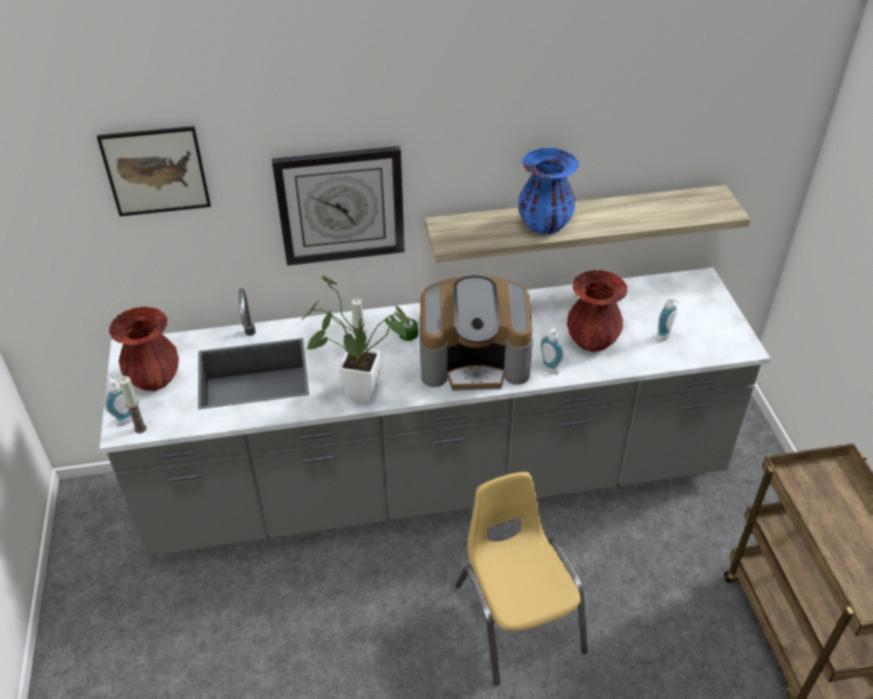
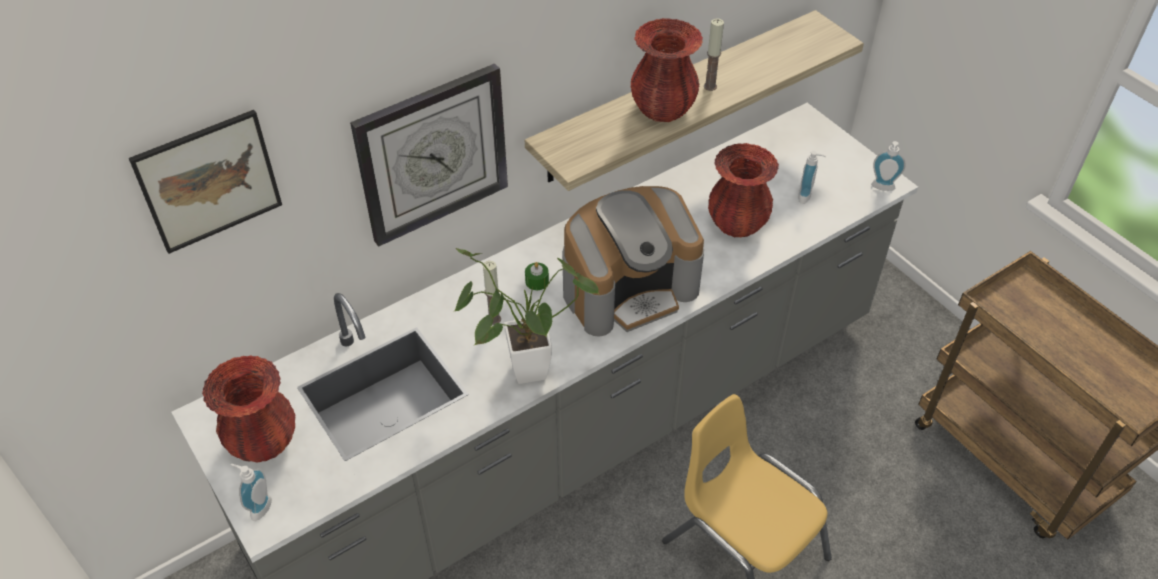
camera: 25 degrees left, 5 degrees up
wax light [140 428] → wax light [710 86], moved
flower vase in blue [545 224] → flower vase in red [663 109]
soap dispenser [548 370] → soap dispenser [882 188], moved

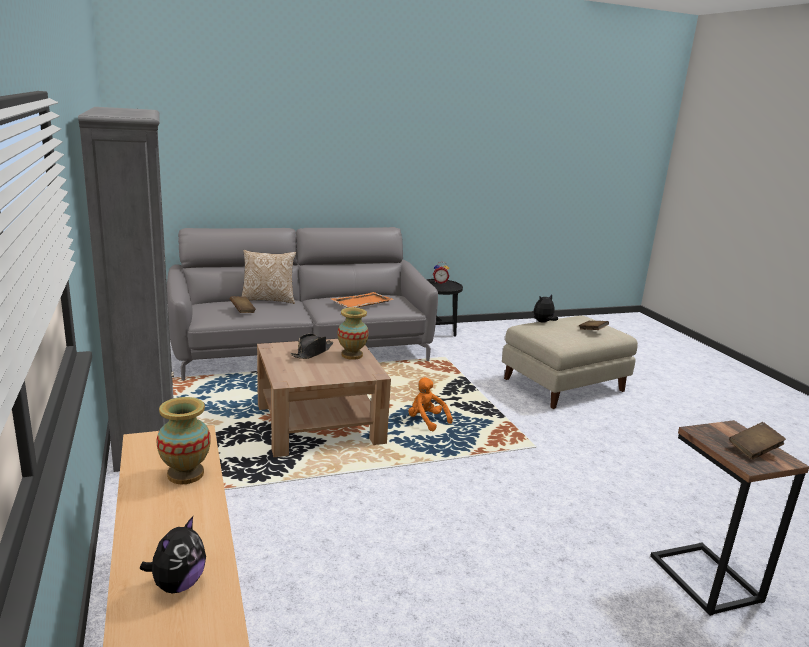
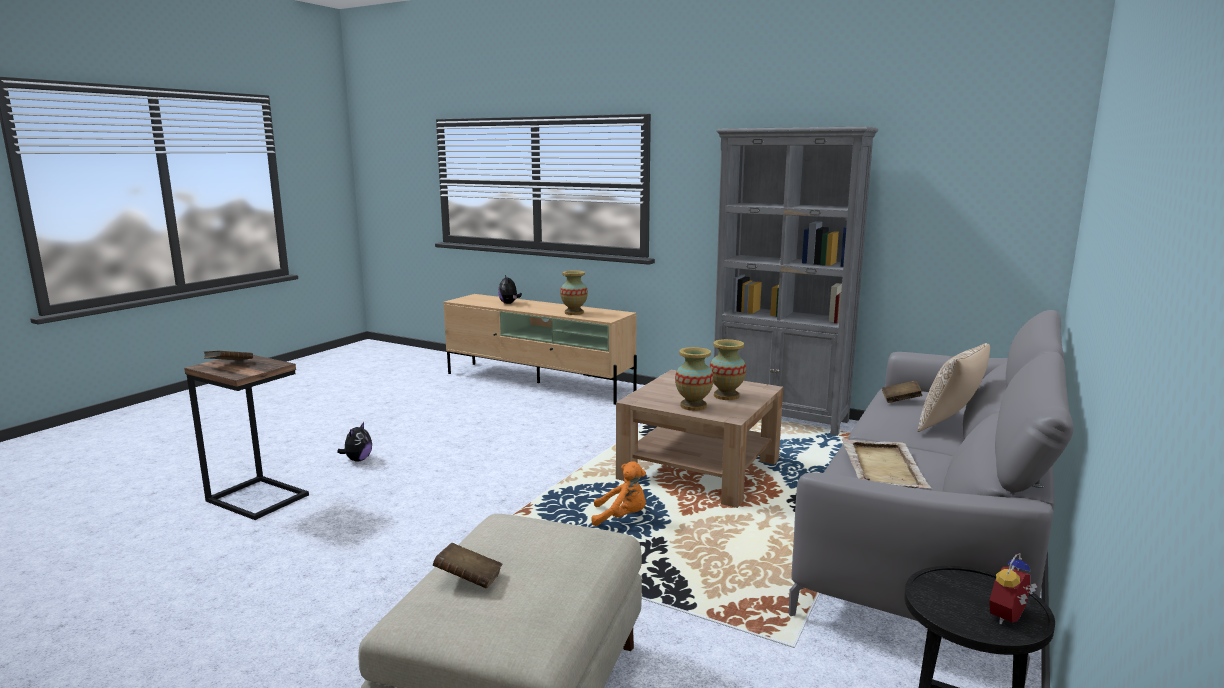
camera: 140 degrees right, 5 degrees down
wearable hat in black [312 352] → flower vase [726 396]
carrying tray in orangey [361 302] → carrying tray in beige [882 466]
cuddly toy [543 322] → cuddly toy [358 460], moved

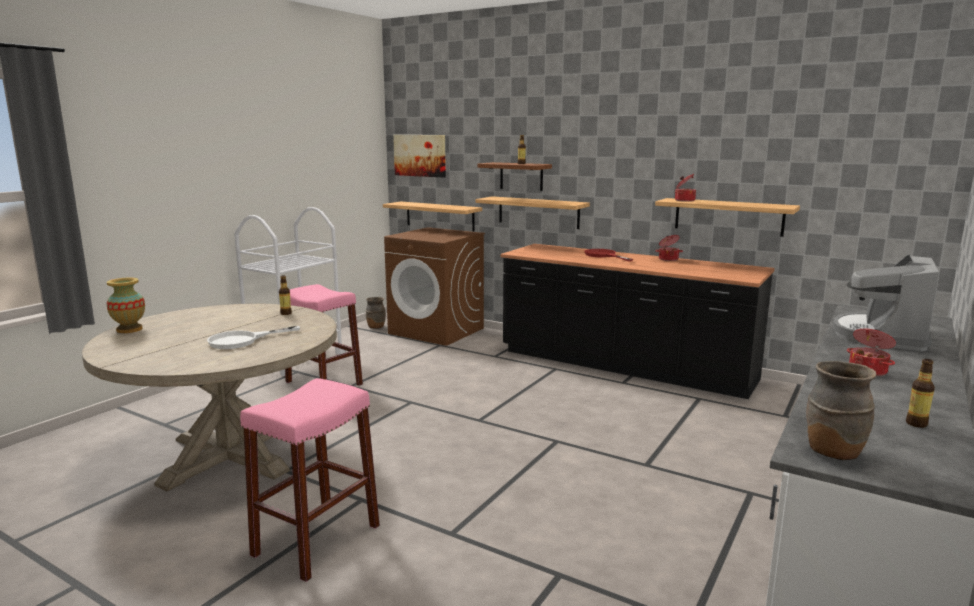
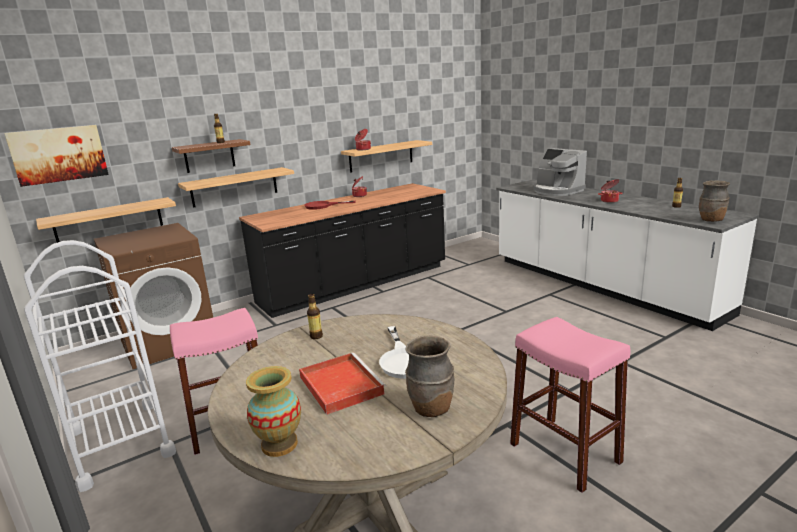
camera: 65 degrees left, 5 degrees up
flower vase in brown-coloured [376 327] → flower vase in brown-coloured [431 409], moved
- → carrying tray in red [340 385]

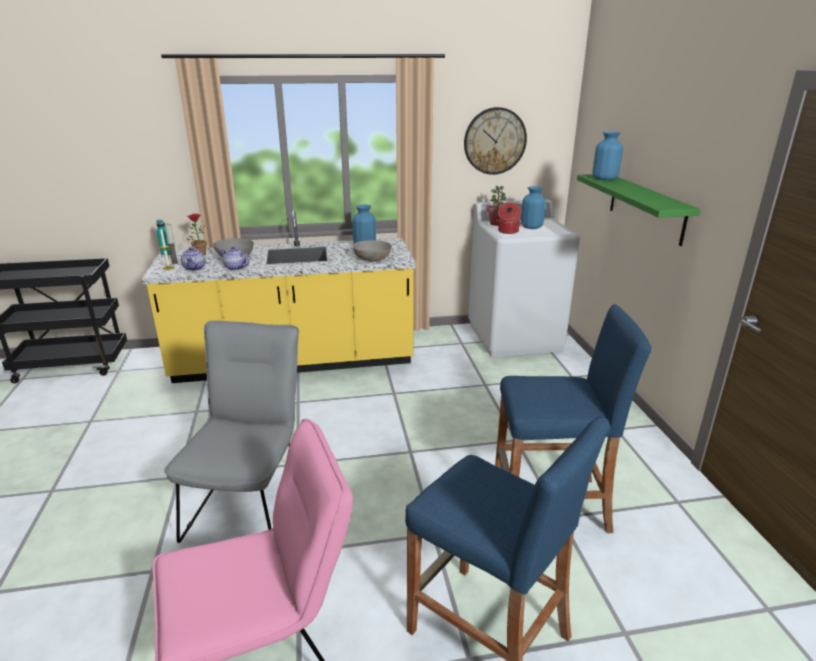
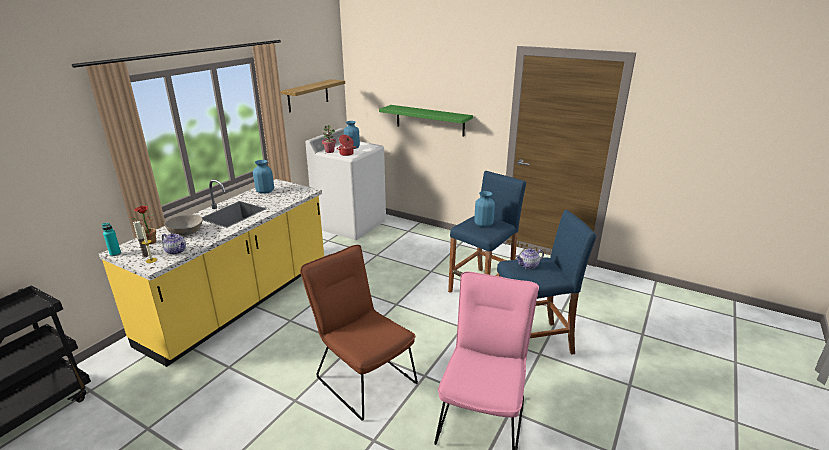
camera: 50 degrees left, 0 degrees up
plain chair in gray [252 501] → plain chair in brown-coloured [362 376]
pot for tea [235 268] → pot for tea [528 266], moved
deep dish in gray [372 258] → -
hanging clock [495 141] → shelf [308 95]
flower vase in blue [604 178] → flower vase in blue [483 224], moved

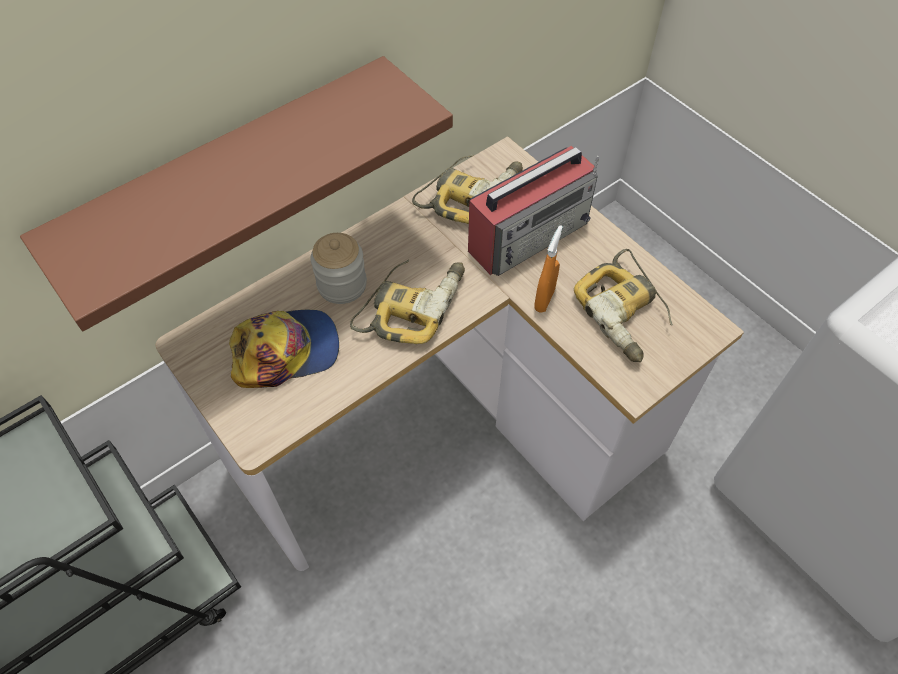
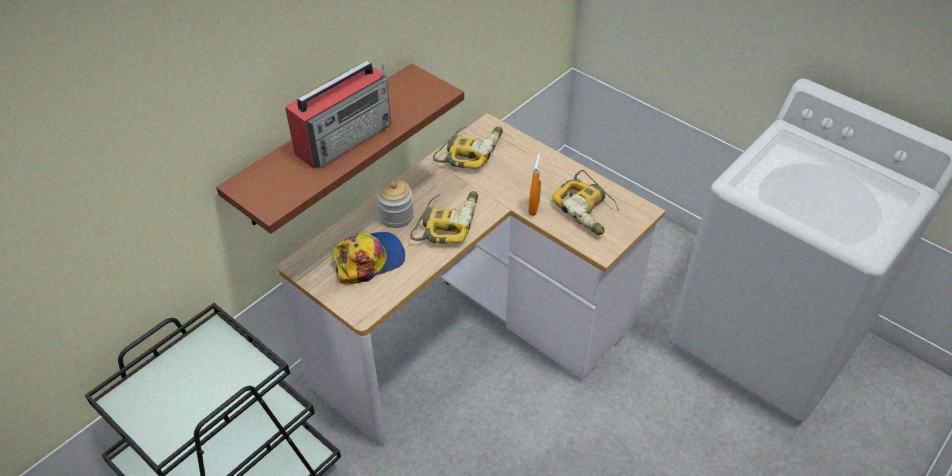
camera: 10 degrees left, 10 degrees down
radio set [530 235] → radio set [345 137], moved

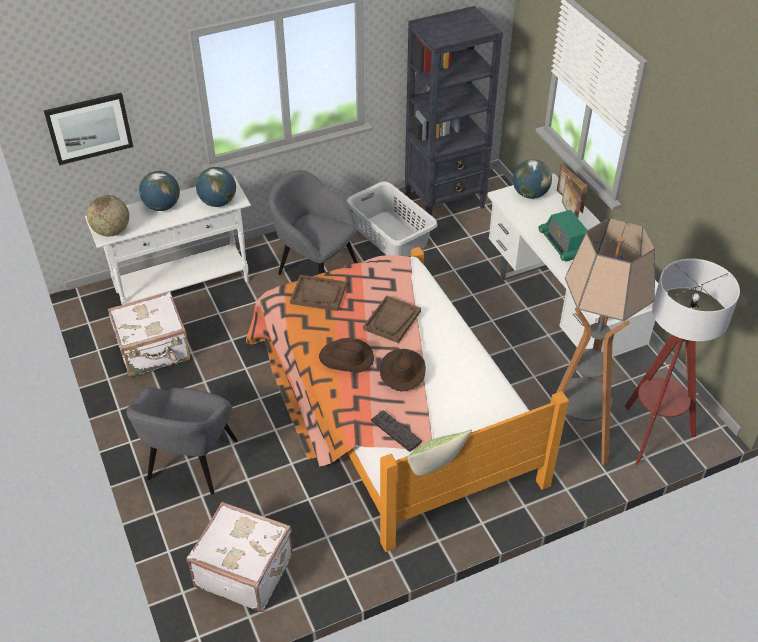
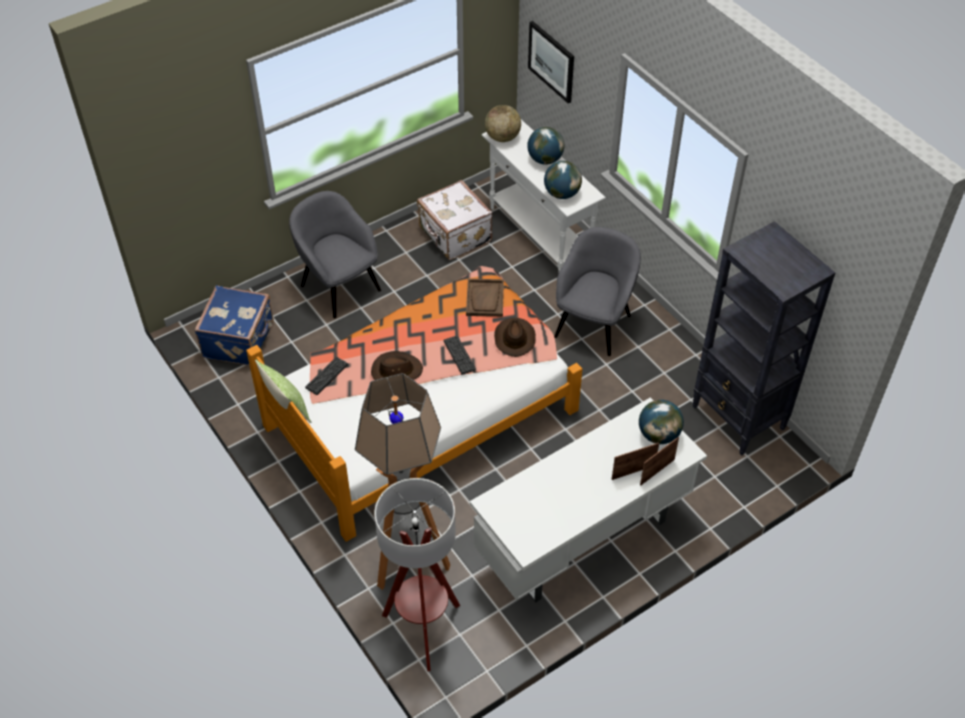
camera: 80 degrees right, 5 degrees up
easy chair in gray [192 461] → easy chair in gray [339 286], 45 degrees clockwise
piece of luggage in whitish [244 570] → piece of luggage in blue [240 340]
wearable hat in brown-coloured [347 359] → wearable hat in brown-coloured [514 338], moved
laundry basket in gray [390 236] → -
carrying tray in brown-coloured [392 320] → computer keyboard [459 355]
radio set [563 244] → -

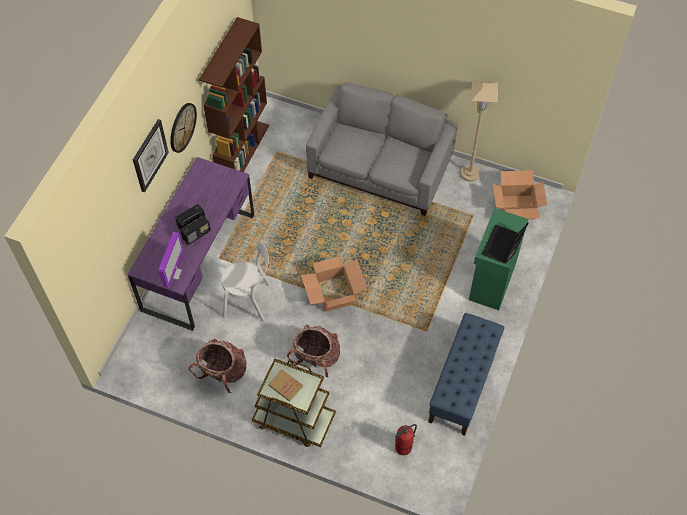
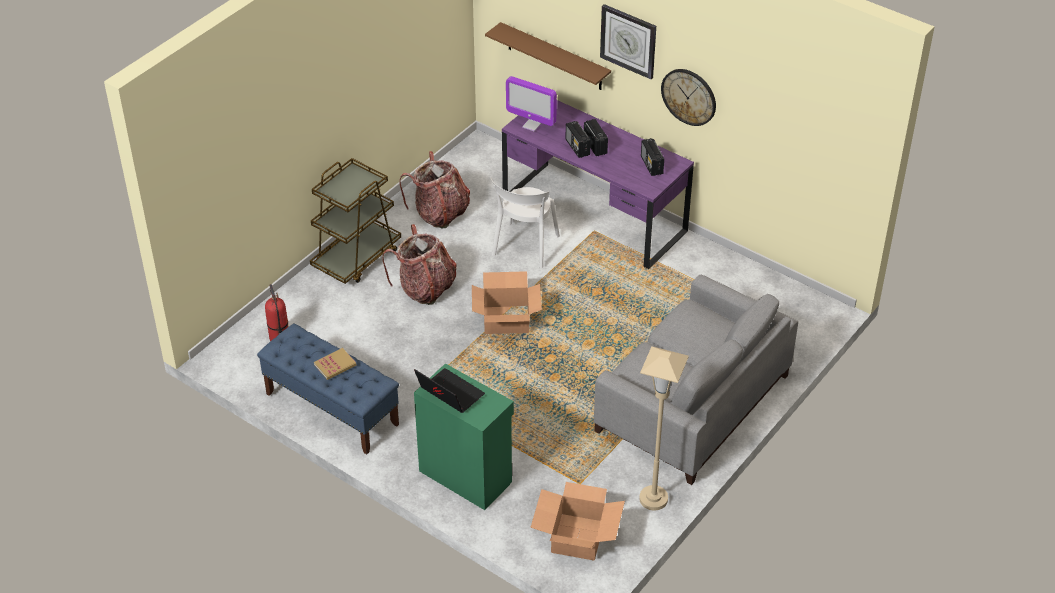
camera: 105 degrees right, 15 degrees down
bookshelf in brown-coloured [242 150] → -
volume [285 386] → volume [335 365], moved
- → shelf in brown-coloured [554 57]
- → radio set [651 165]

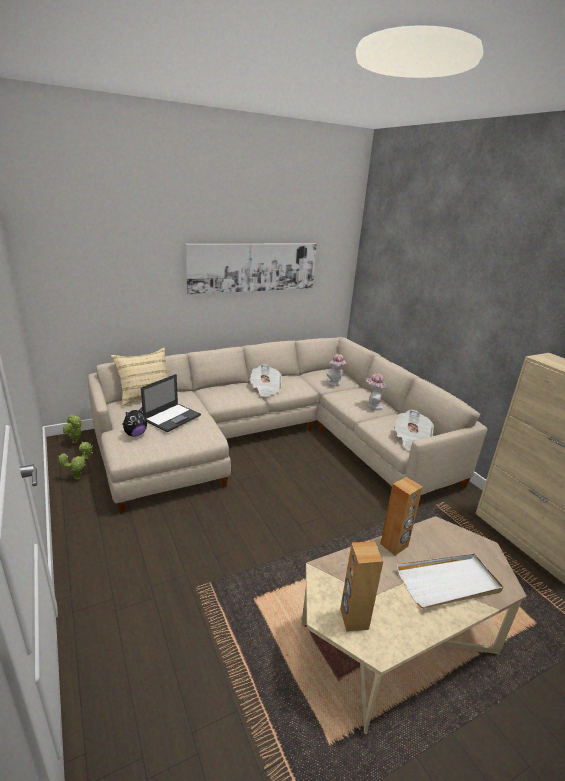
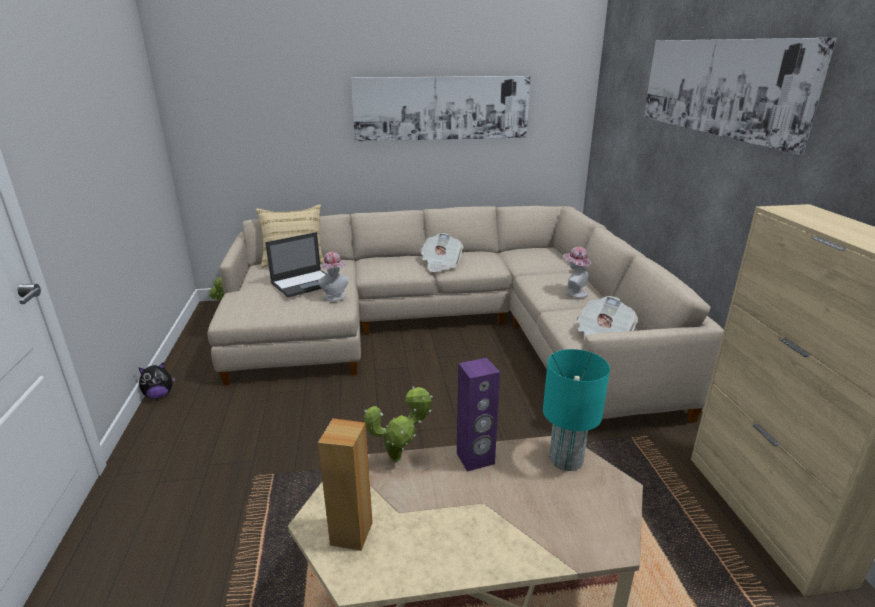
camera: 20 degrees right, 0 degrees up
potted plant [79 477] → potted plant [400 458], moved
cuddly toy [135 434] → cuddly toy [159 395], moved
wearable hat [335 383] → wearable hat [335 297], moved
speaker in brown-coloured [394 545] → speaker in purple-coloured [475 459]
carrying tray in whitish [448 582] → -
- → tabletop lamp in blue-green [565 459]
- → wall art [719 87]

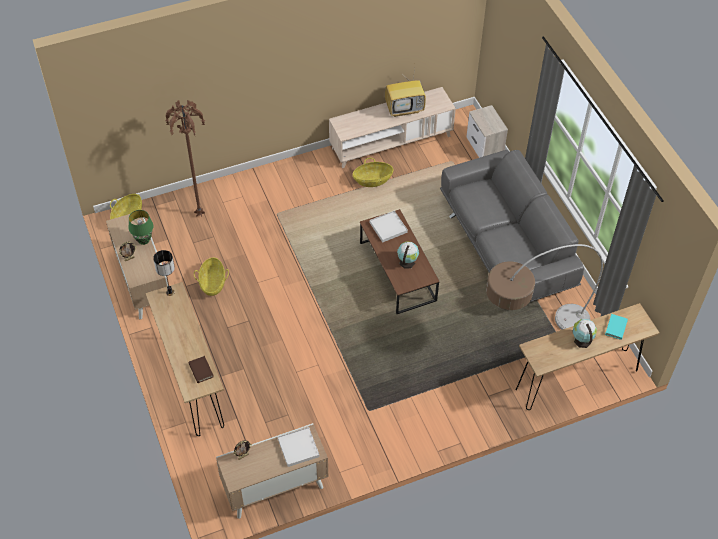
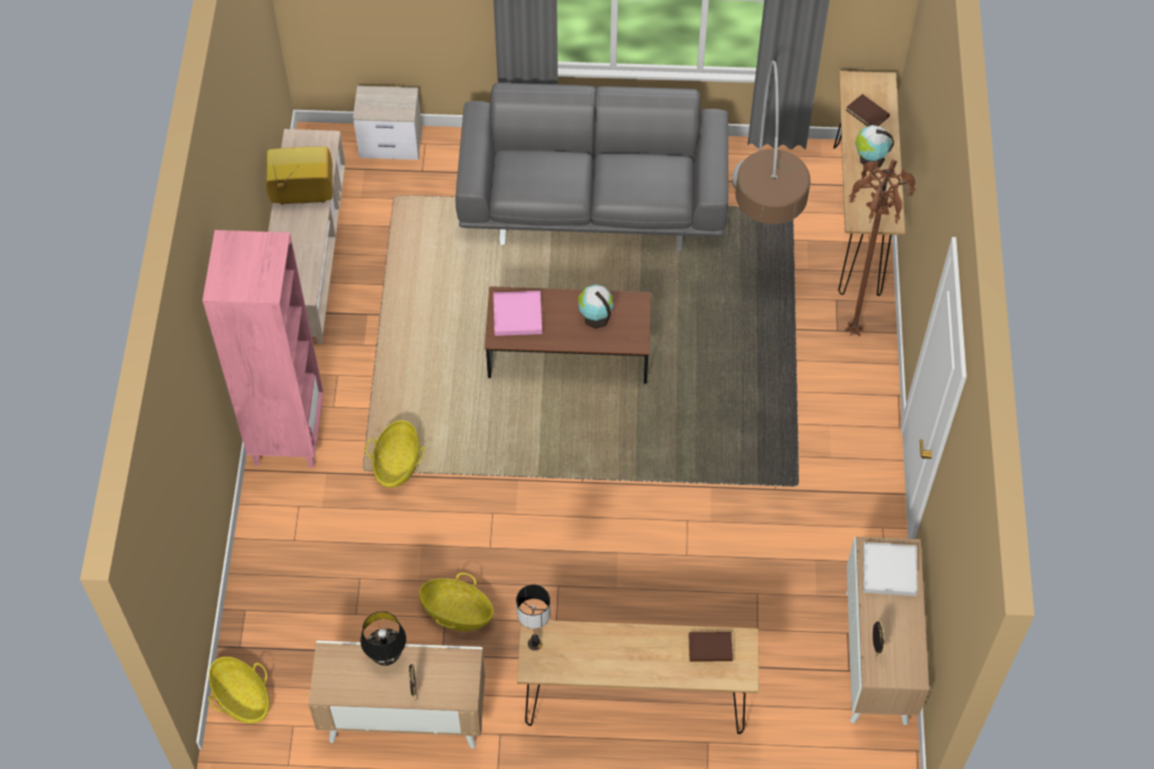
camera: 65 degrees left, 5 degrees up
tabletop lamp in greenish [144 240] → tabletop lamp in black [387 656]
standing lamp in brown-coloured [199 214] → standing lamp in brown-coloured [851 332], moved
basket [372 180] → basket [397 464], moved
carrying tray in whitish [388 227] → carrying tray in pinkish [517 315]
TV [405 109] → TV [301 194], 105 degrees counterclockwise
volume in blue-green [616 327] → volume in brown-coloured [867 113]
- → bookshelf in pinkish [287 434]

